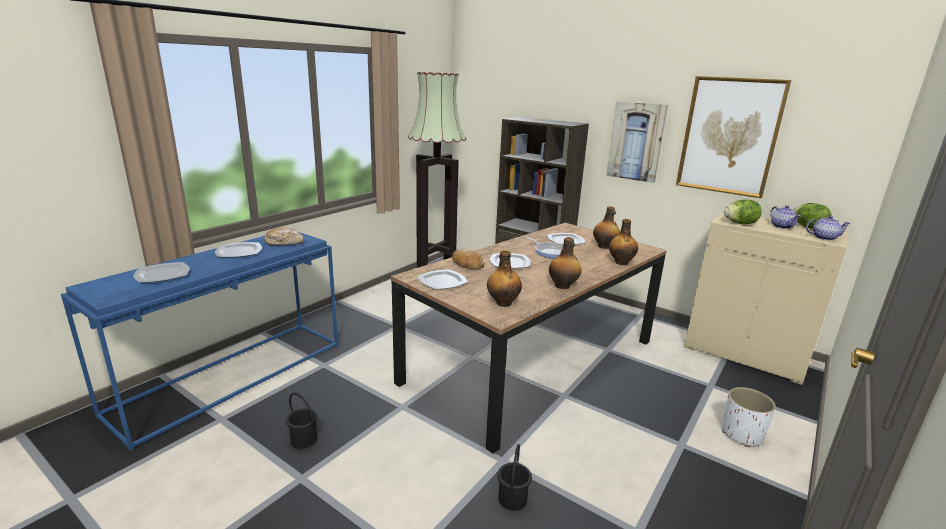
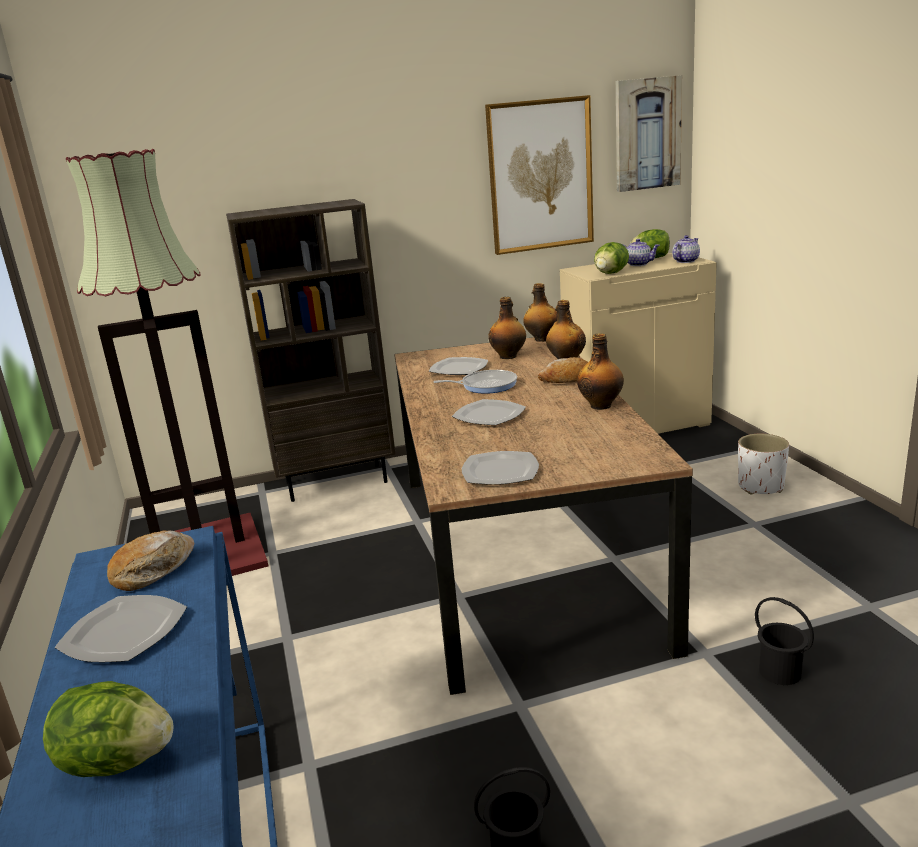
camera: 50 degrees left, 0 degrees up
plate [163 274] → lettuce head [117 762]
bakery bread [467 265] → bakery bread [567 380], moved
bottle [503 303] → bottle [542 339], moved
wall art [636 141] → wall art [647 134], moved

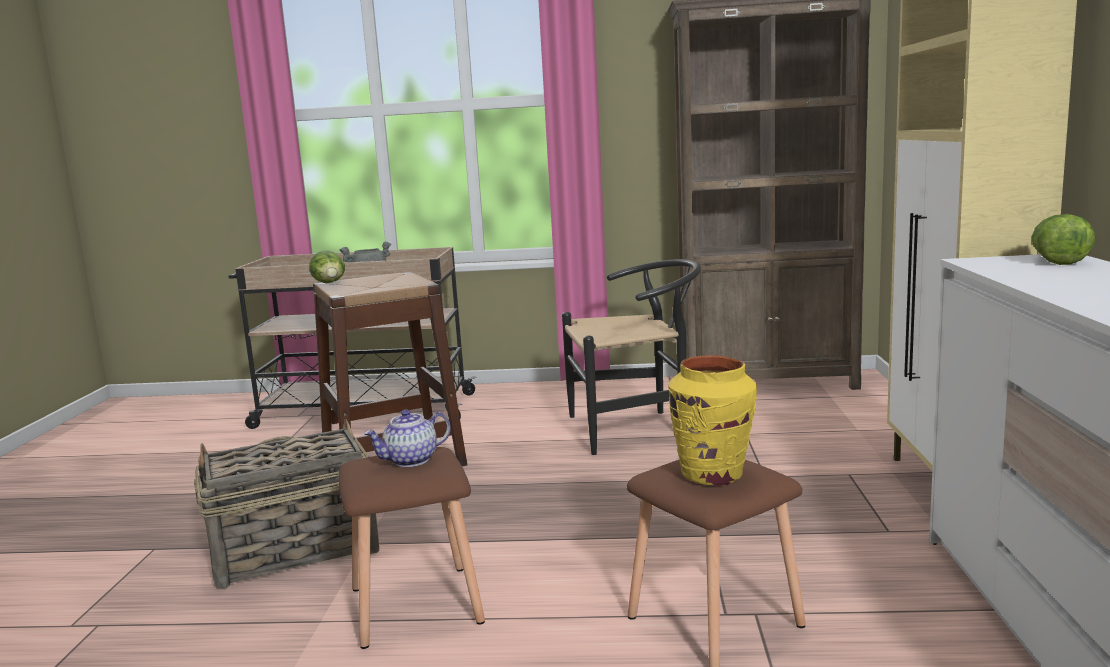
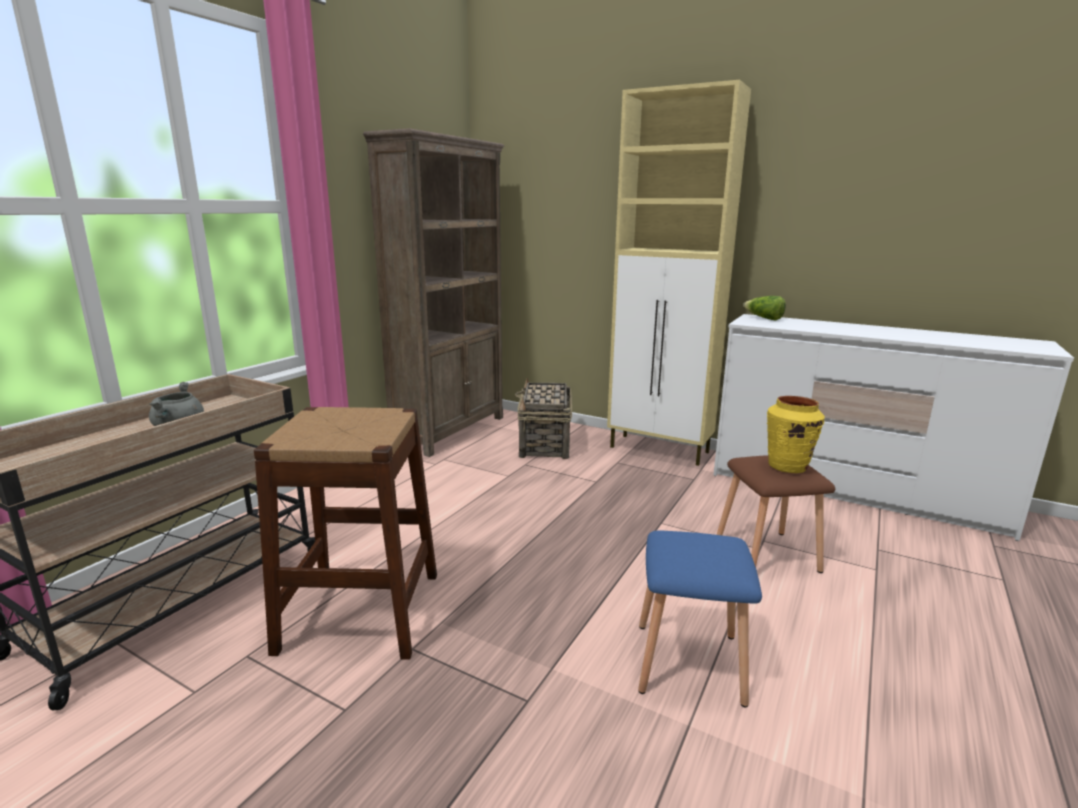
camera: 65 degrees left, 5 degrees up
basket [292 551] → basket [544 444], moved
lettuce head [330 284] → -
stool seat in brown-coloured [417 606] → stool seat in blue [691 662]
pot for tea [411 460] → -
plain chair in black [636 428] → -

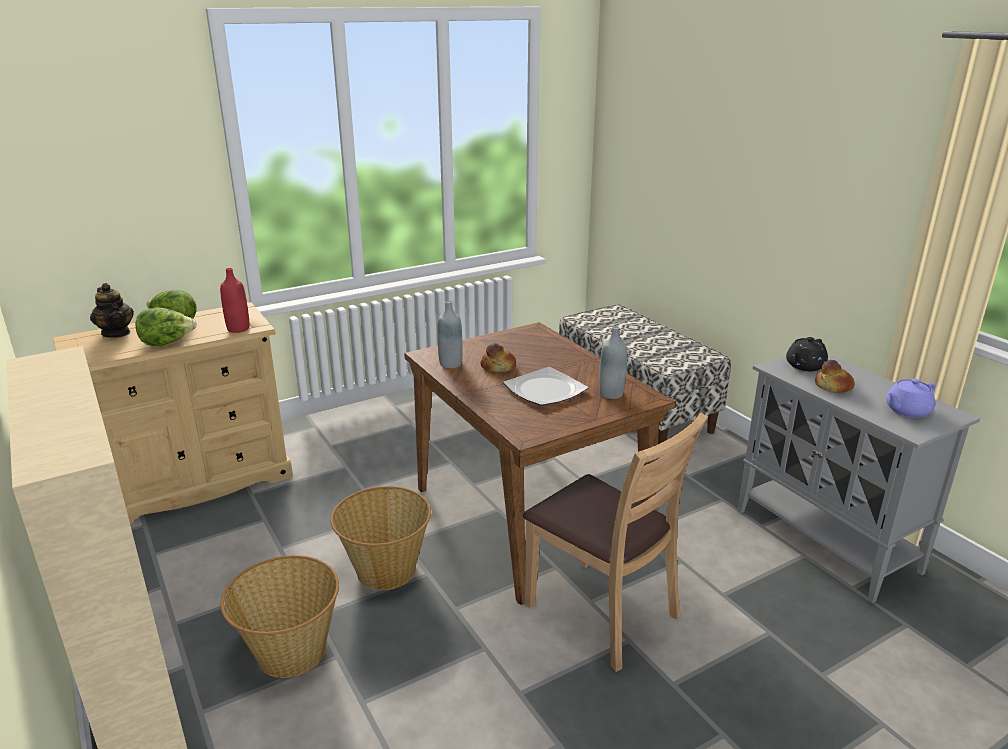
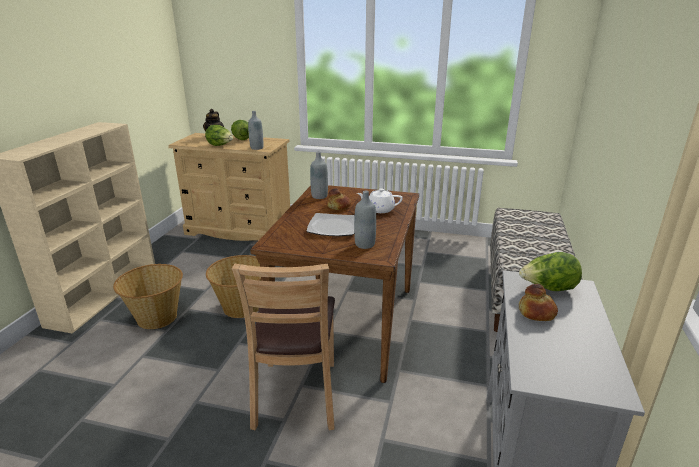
camera: 45 degrees right, 0 degrees up
bottle in red [238 329] → bottle in gray [257 148]
pot for tea in black [804 366] → lettuce head [548 289]
pot for tea in purple-coloured [906 411] → -
- → pot for tea in whitish [379 209]

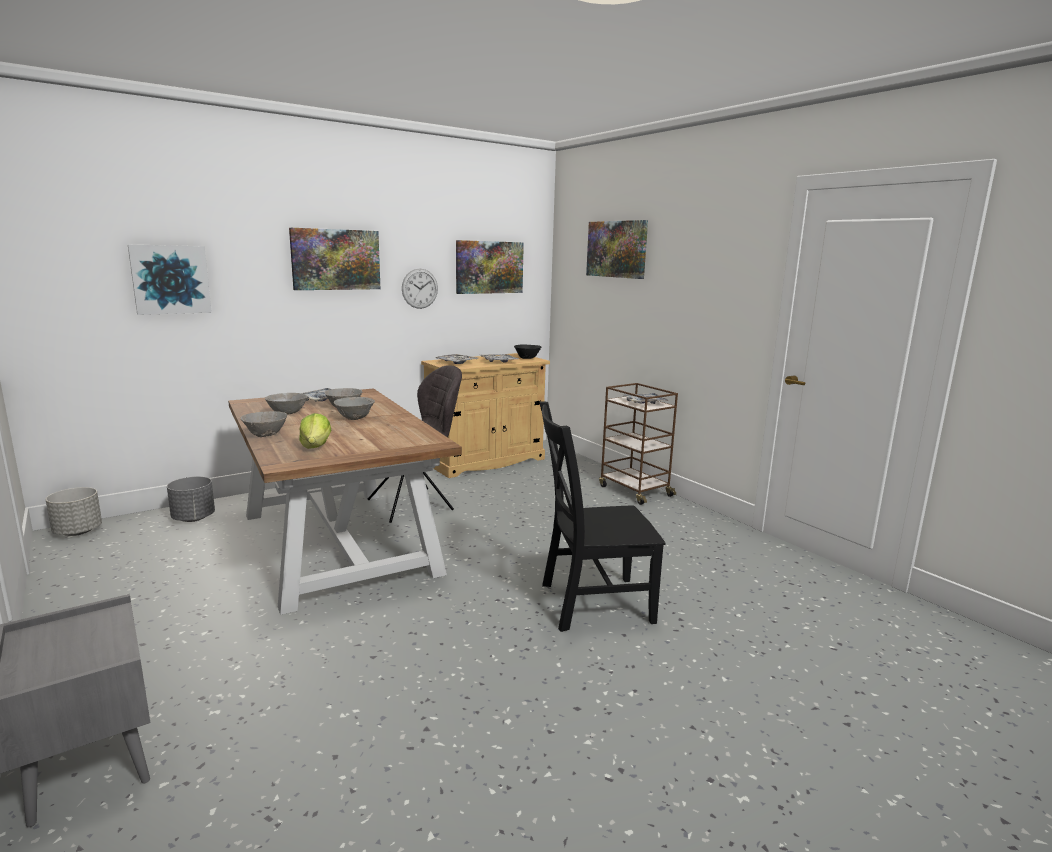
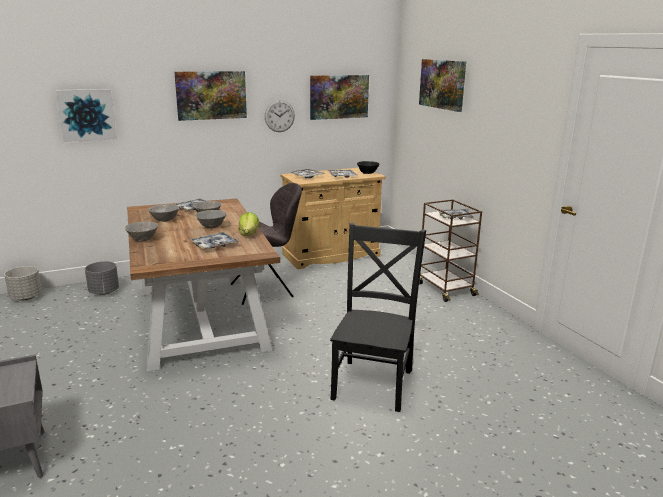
camera: 10 degrees right, 5 degrees up
lettuce head [316 446] → lettuce head [249 235], moved
plain chair in black [590 603] → plain chair in black [374 382], 105 degrees clockwise
- → carrying tray [214 245]

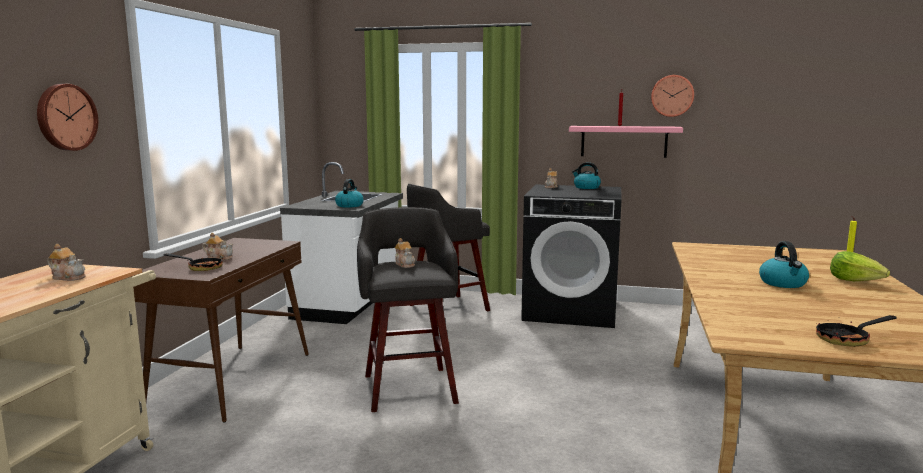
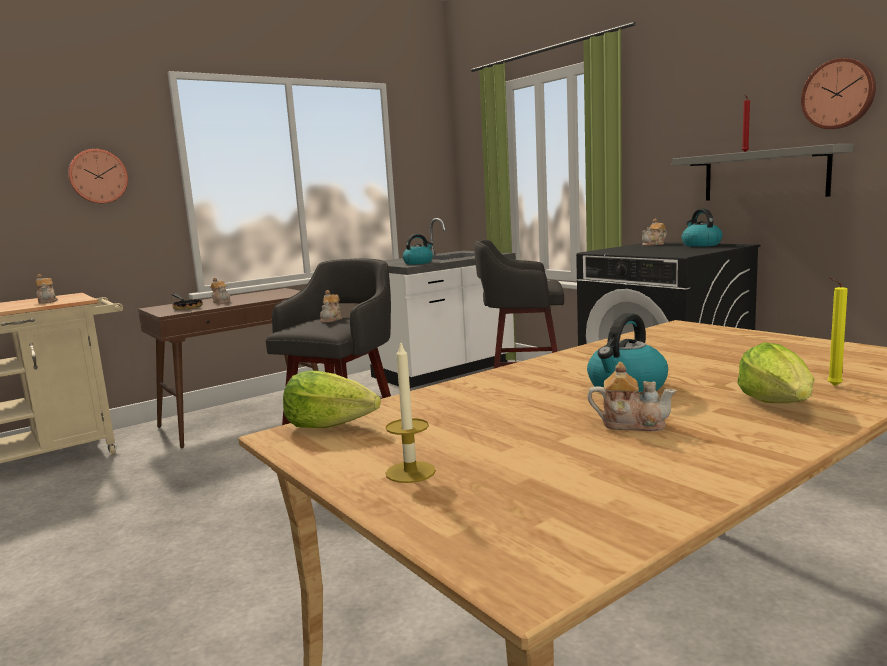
camera: 40 degrees right, 0 degrees up
shelf in pinkish [623 141] → shelf in gray [764 175]
skillet [848 339] → wax light [410 472]
- → lettuce head [331 425]
- → pot for tea [631 424]

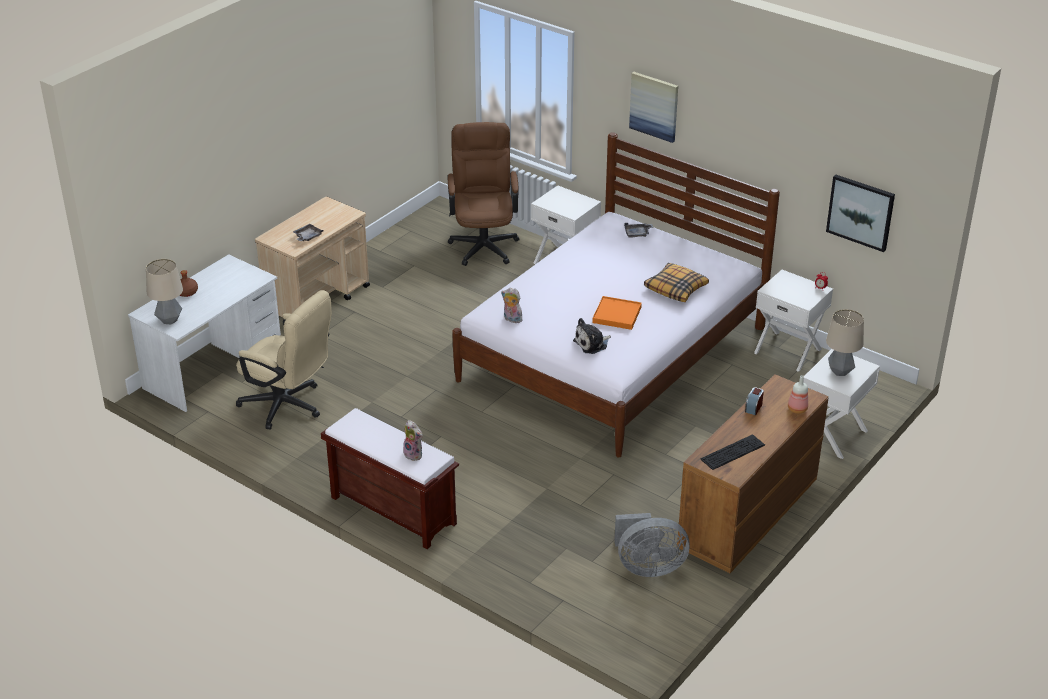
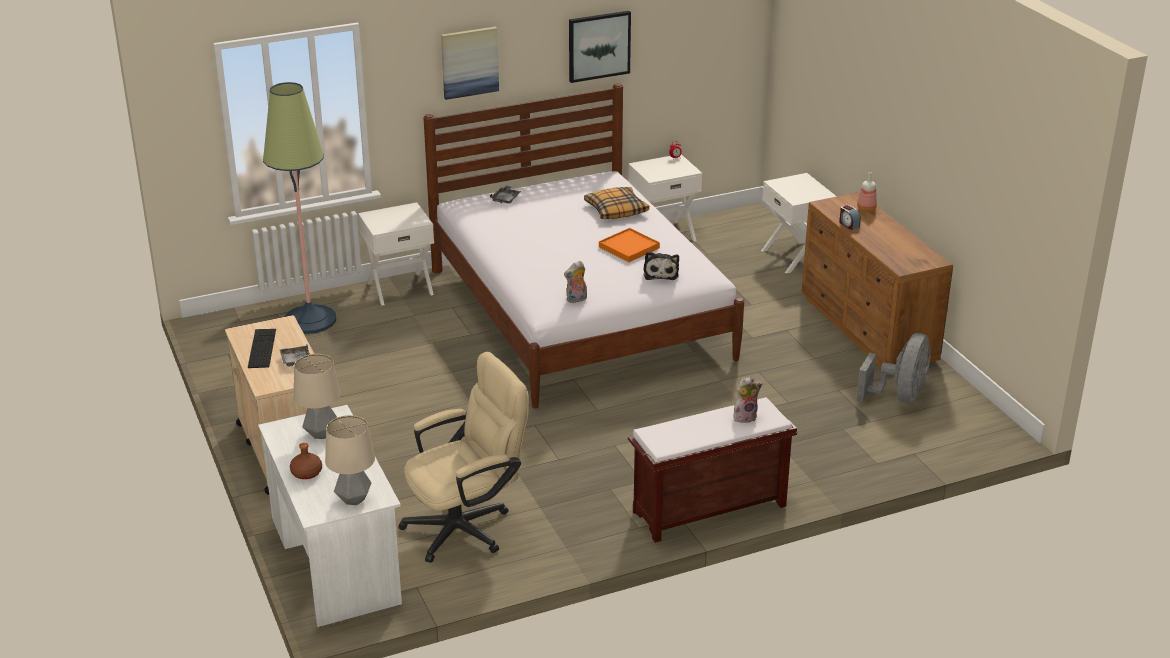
camera: 60 degrees left, 5 degrees down
desk chair in brown-coloured [484 243] → standing lamp [310 320]
computer keyboard [732 452] → computer keyboard [262 348], moved
wall art [860 212] → wall art [599 45], moved
tabletop lamp [840 371] → tabletop lamp [320 434], moved

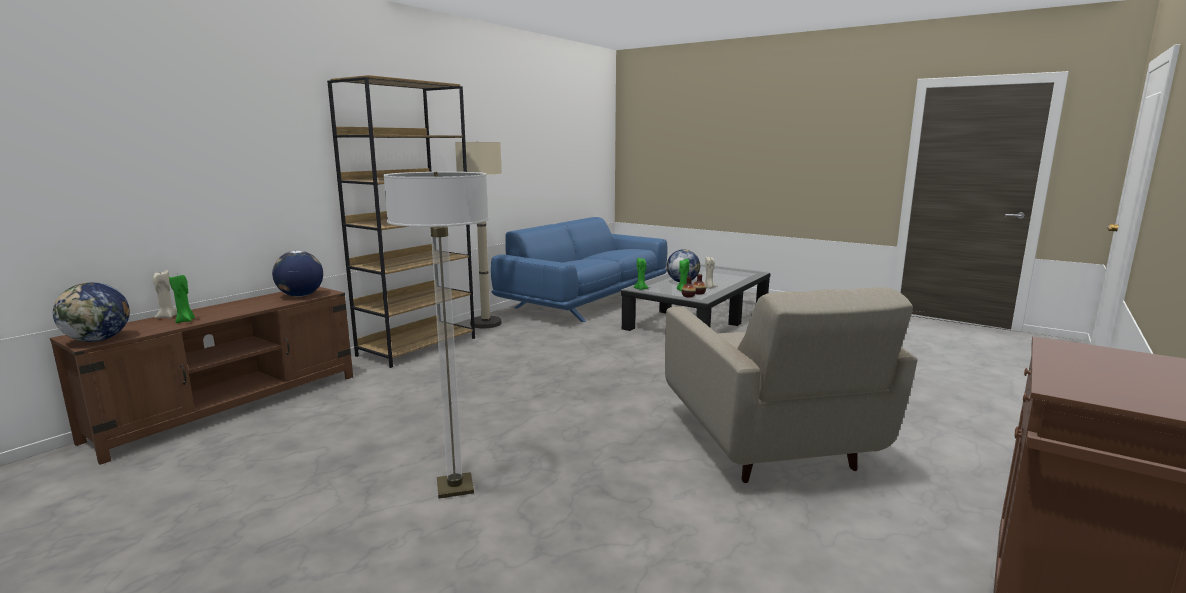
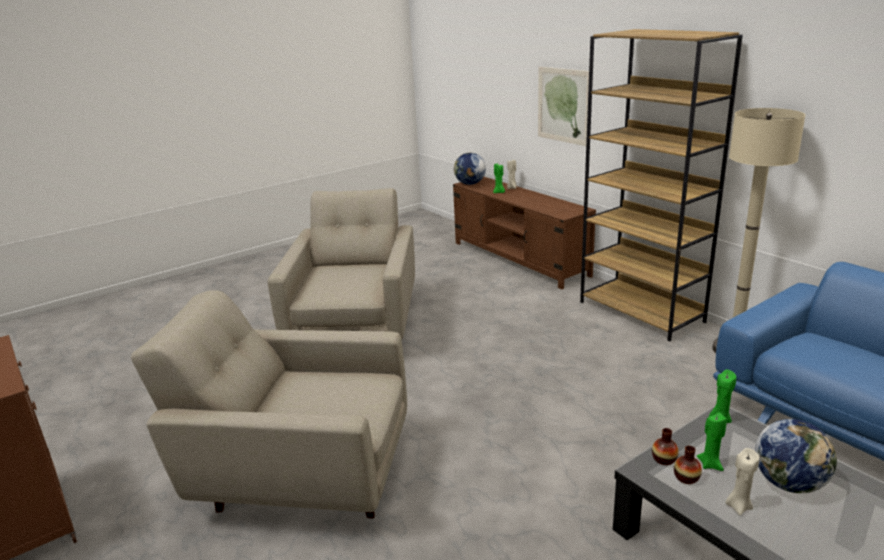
camera: 110 degrees right, 10 degrees up
world globe [300 296] → -
standing lamp [455 487] → easy chair in beige [356 327]
- → wall art [564 105]

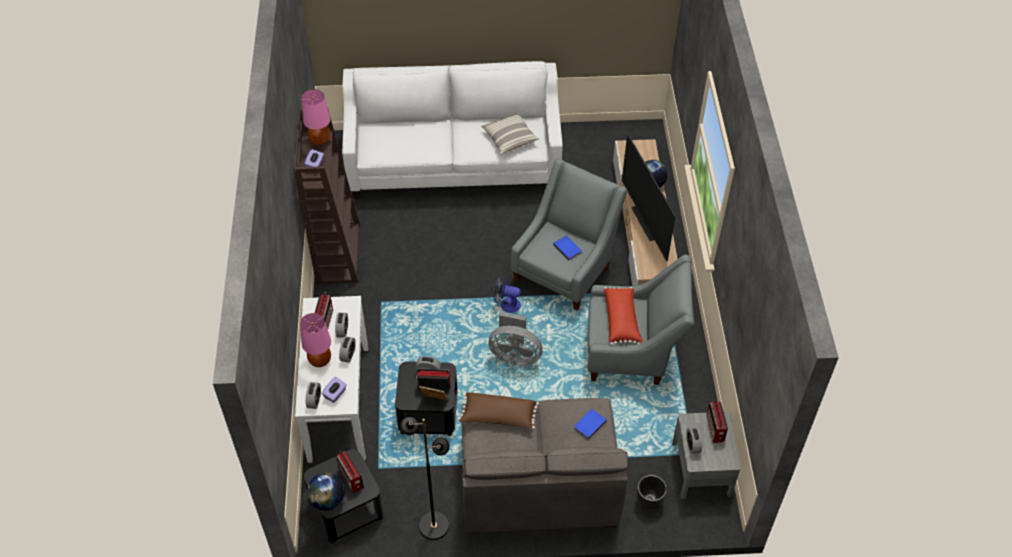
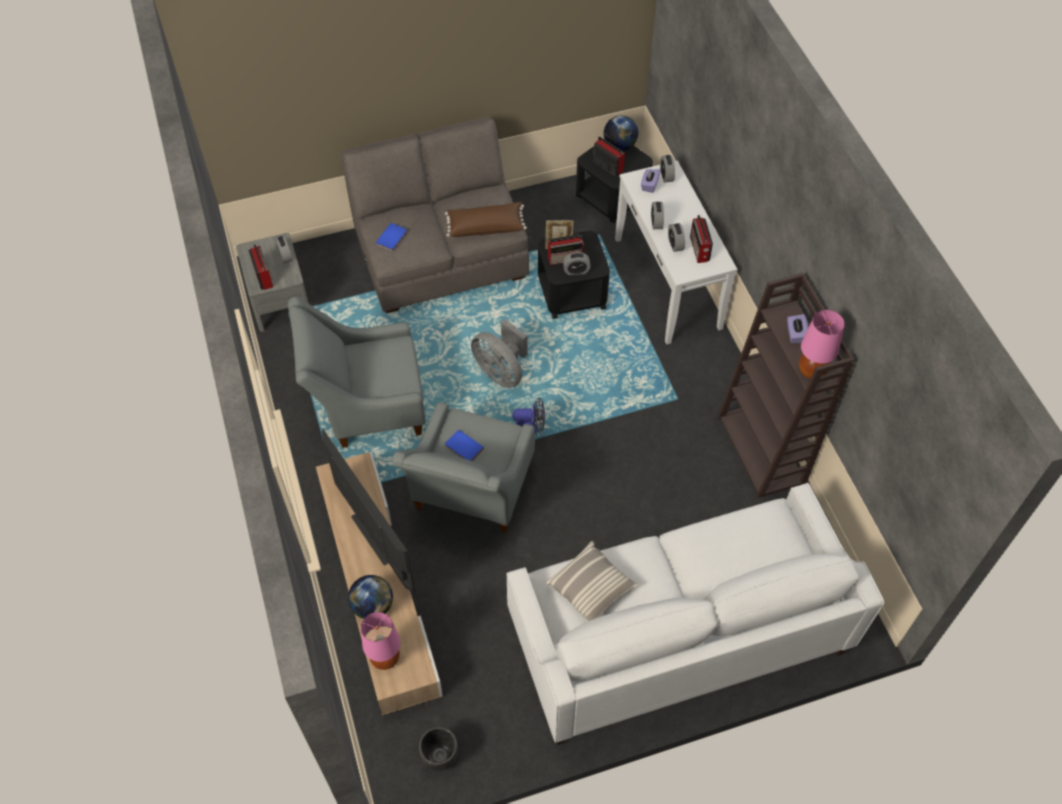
camera: 165 degrees right, 5 degrees up
tabletop lamp in pinkish [320 360] → tabletop lamp in pinkish [385 658], moved
standing lamp in black [433 525] → -
electric fan in gray [514 355] → electric fan in gray [501 372], 135 degrees counterclockwise
throw pillow in red [621 320] → -
flower pot in black [649 501] → flower pot in black [439 757], moved

